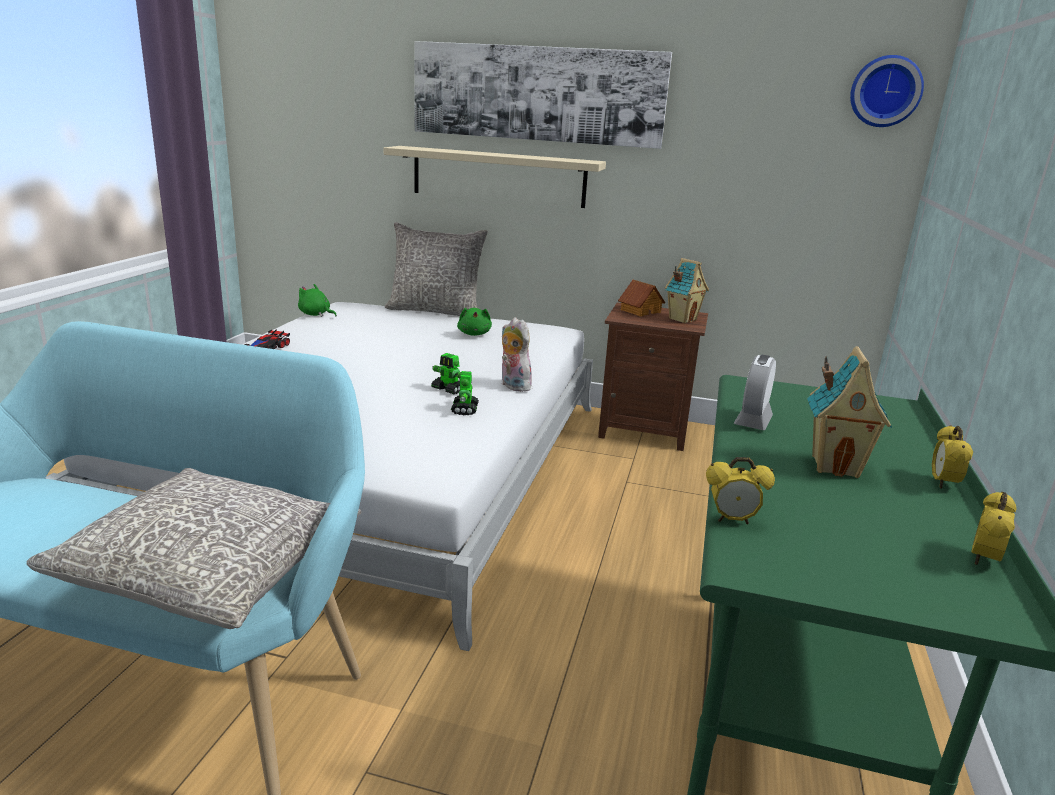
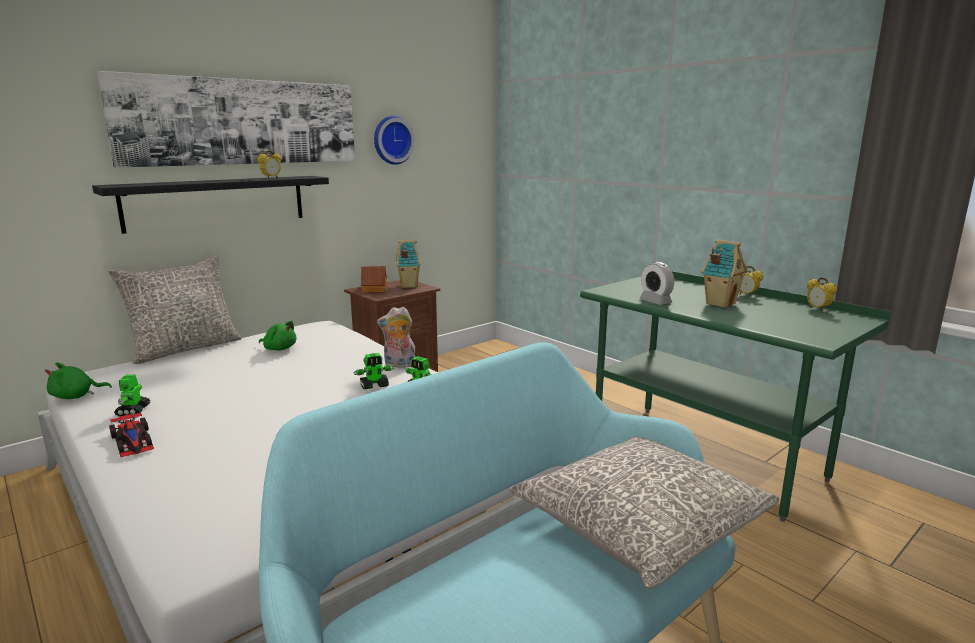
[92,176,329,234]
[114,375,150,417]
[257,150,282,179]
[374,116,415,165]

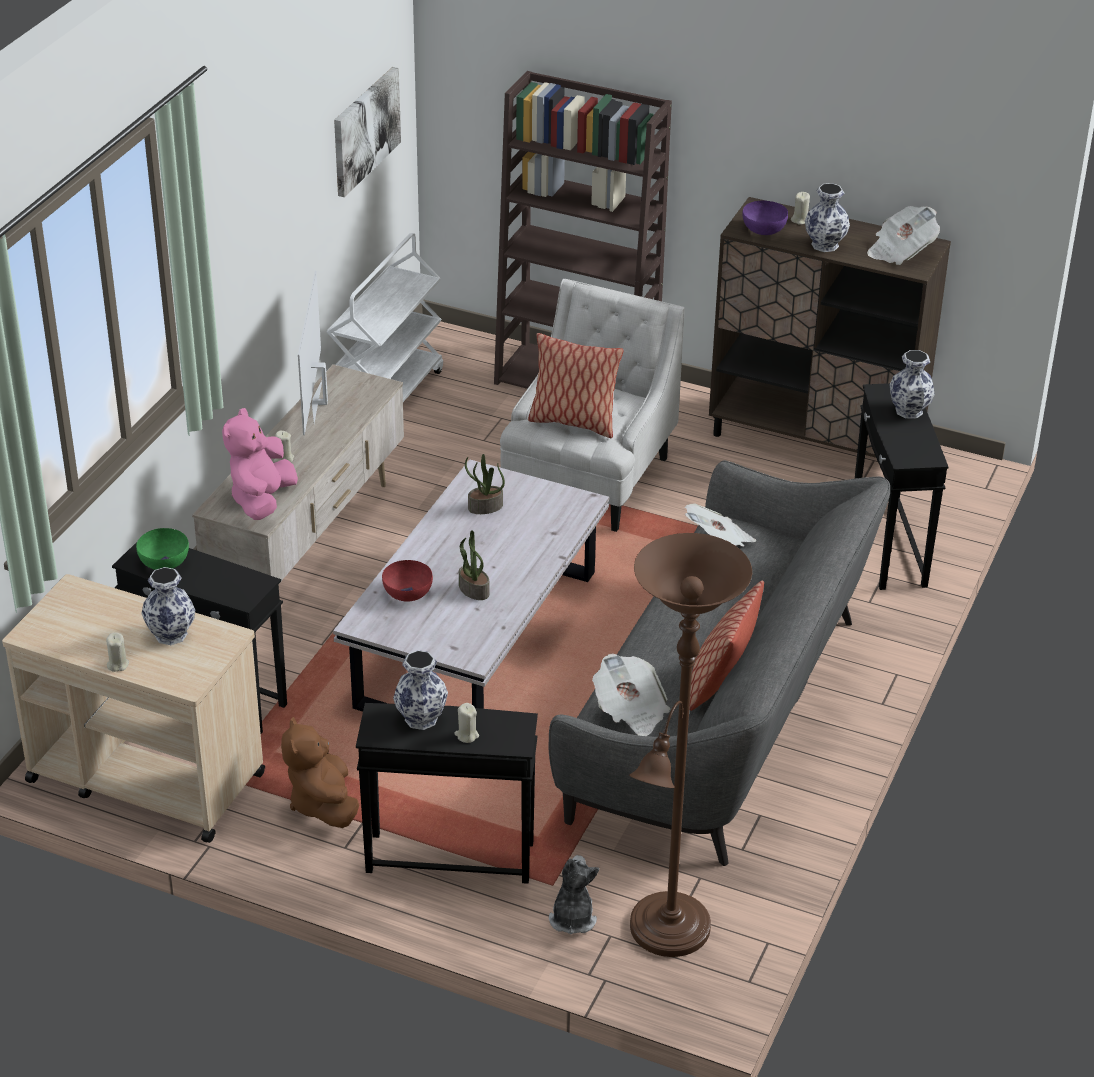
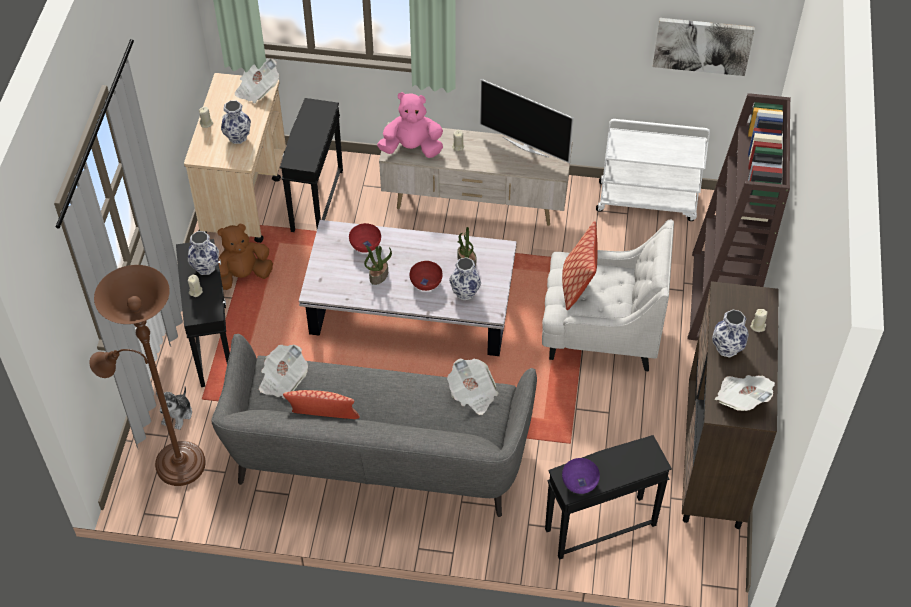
[156,386,192,430]
[235,58,279,103]
[410,261,443,291]
[449,257,481,300]
[480,79,574,163]
[562,458,600,494]
[136,528,189,570] (first image)

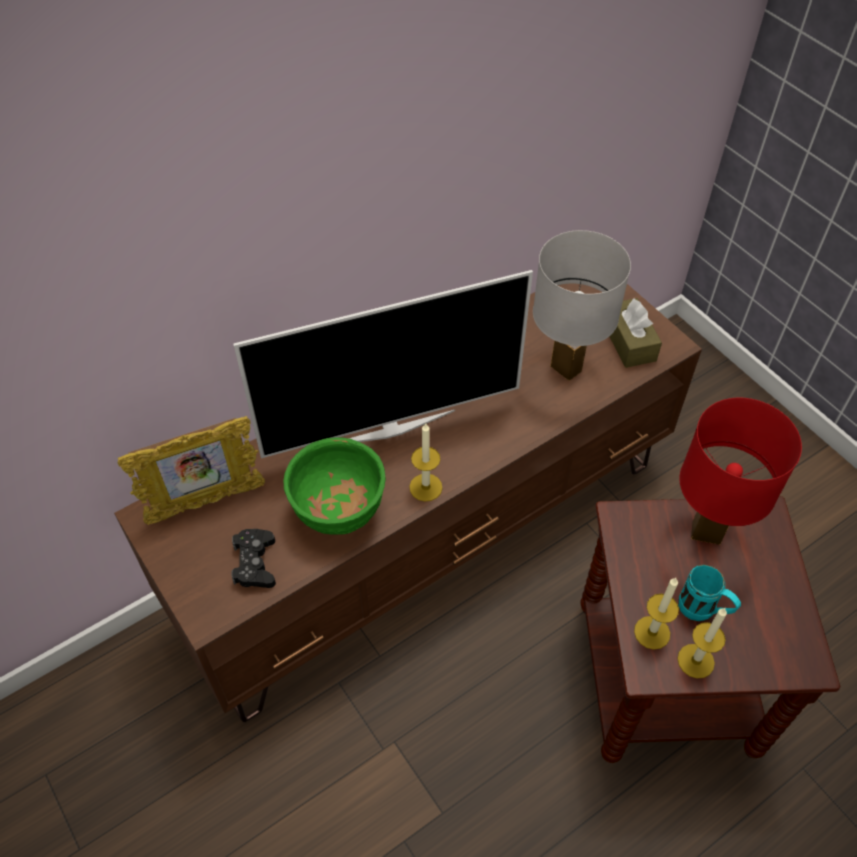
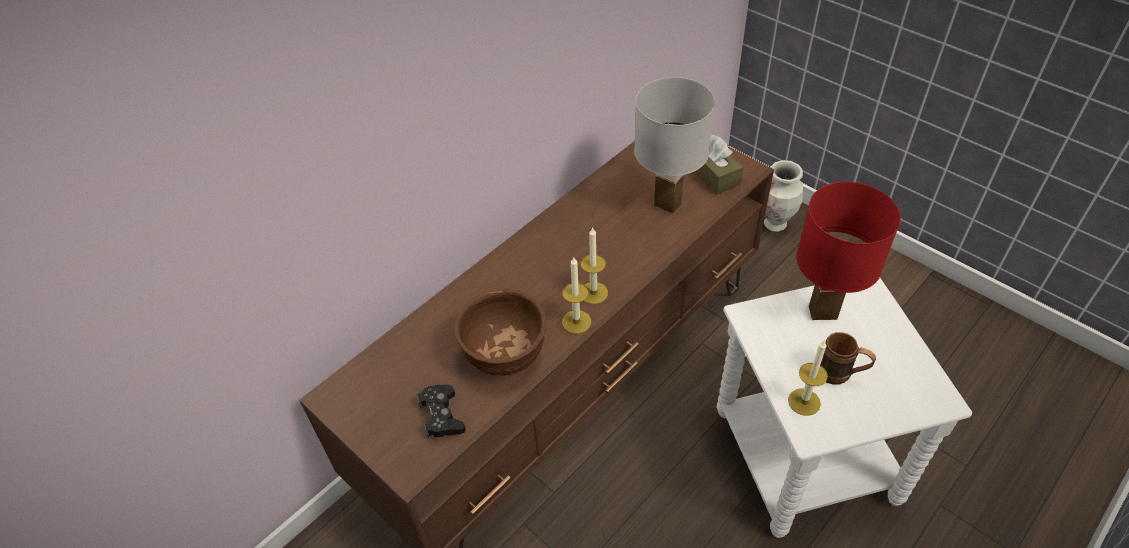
[454,289,547,376]
[580,227,608,304]
[717,278,972,538]
[764,160,803,232]
[820,332,876,385]
[118,416,265,525] (first image)
[233,270,533,458] (first image)

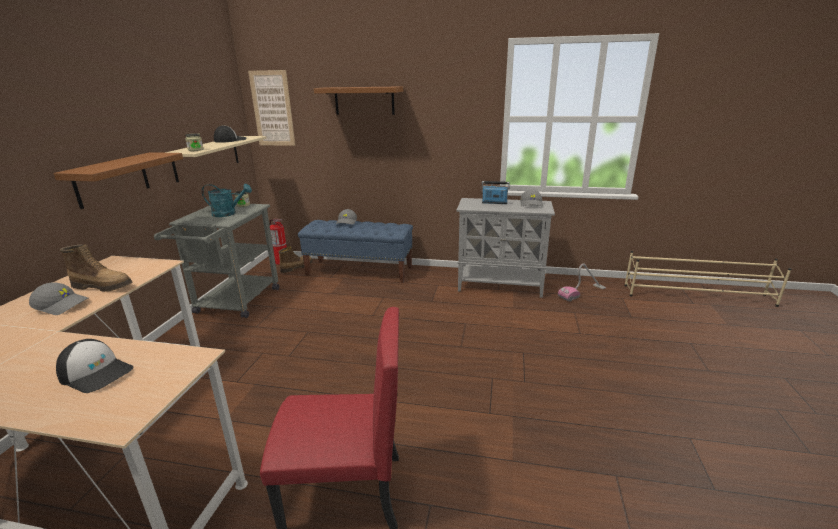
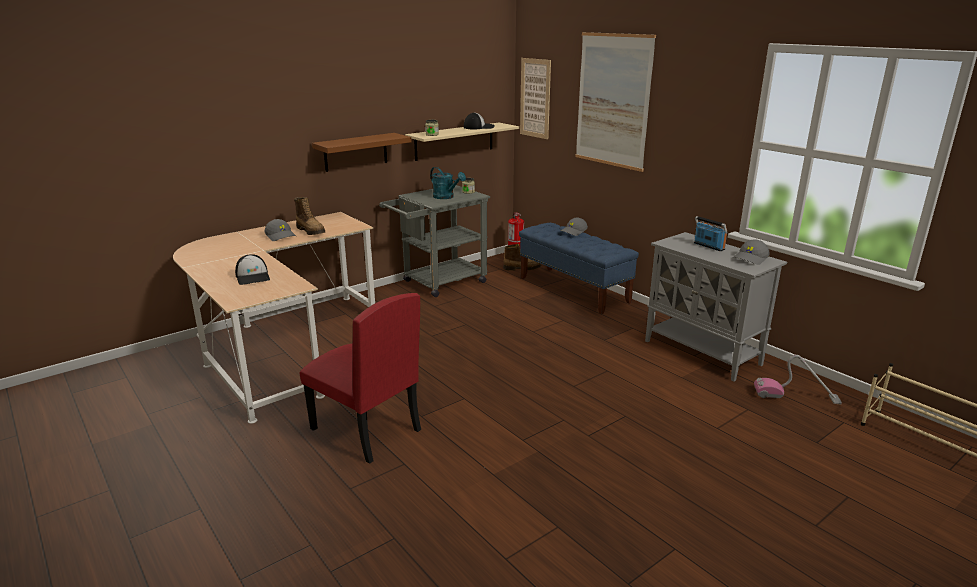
[575,32,656,172]

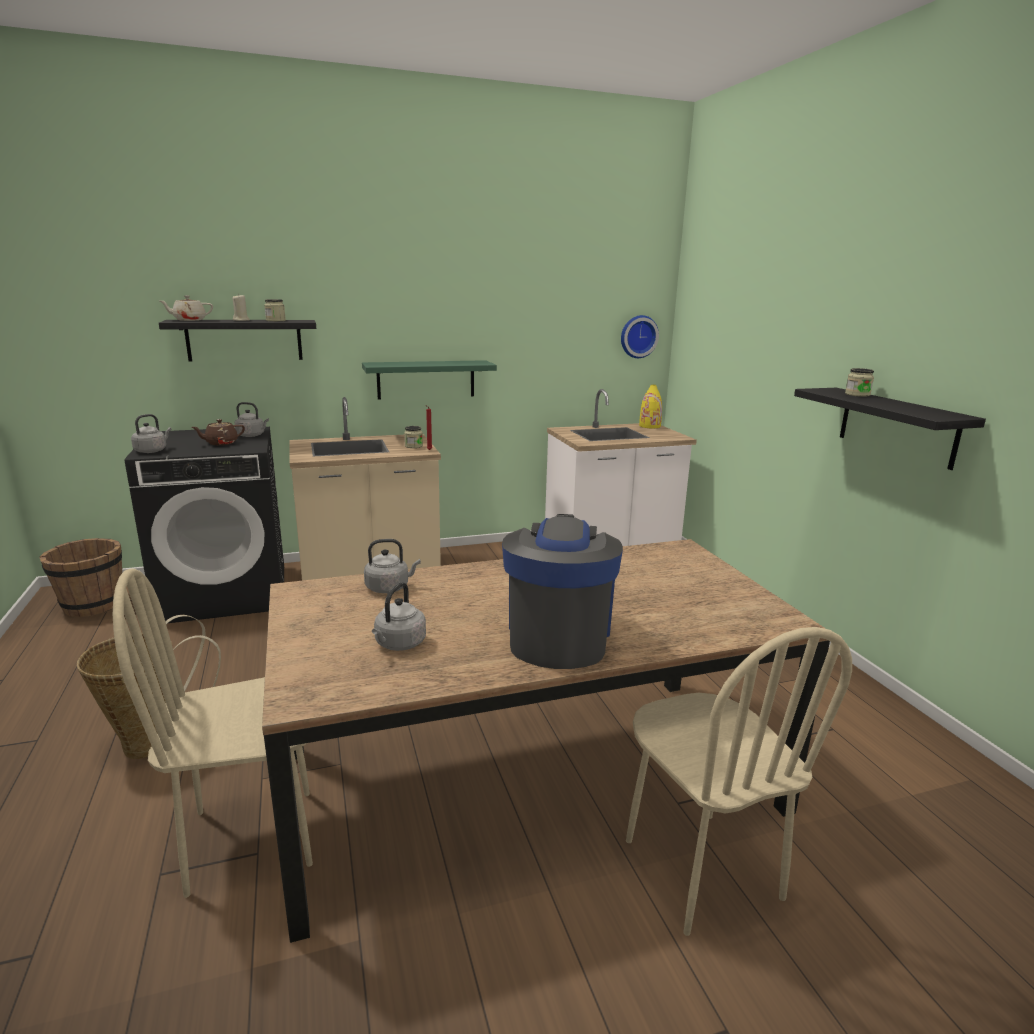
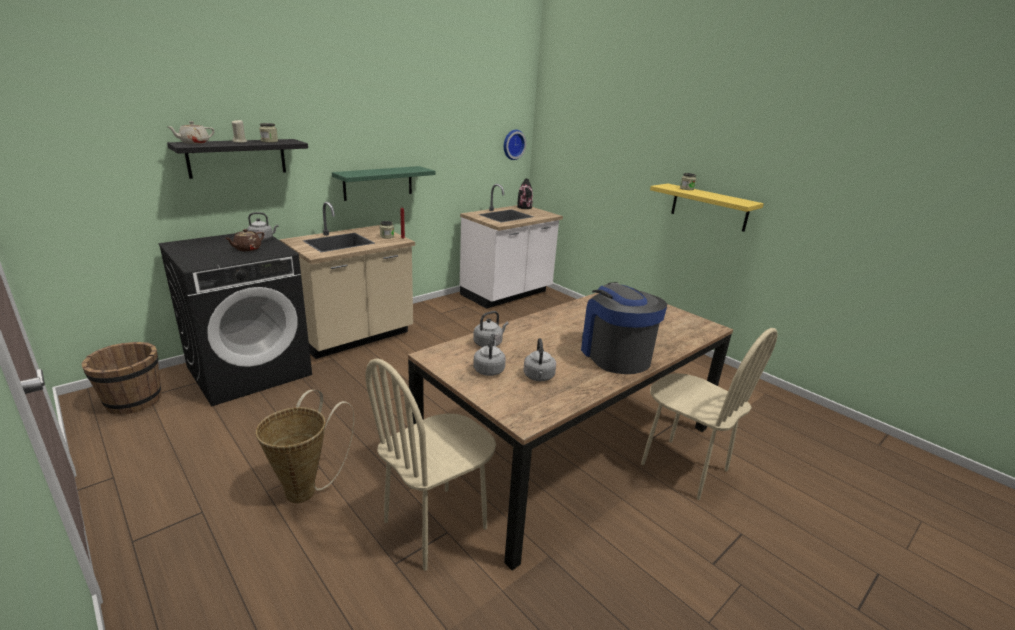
[473,333,506,376]
[517,179,533,209]
[650,184,764,232]

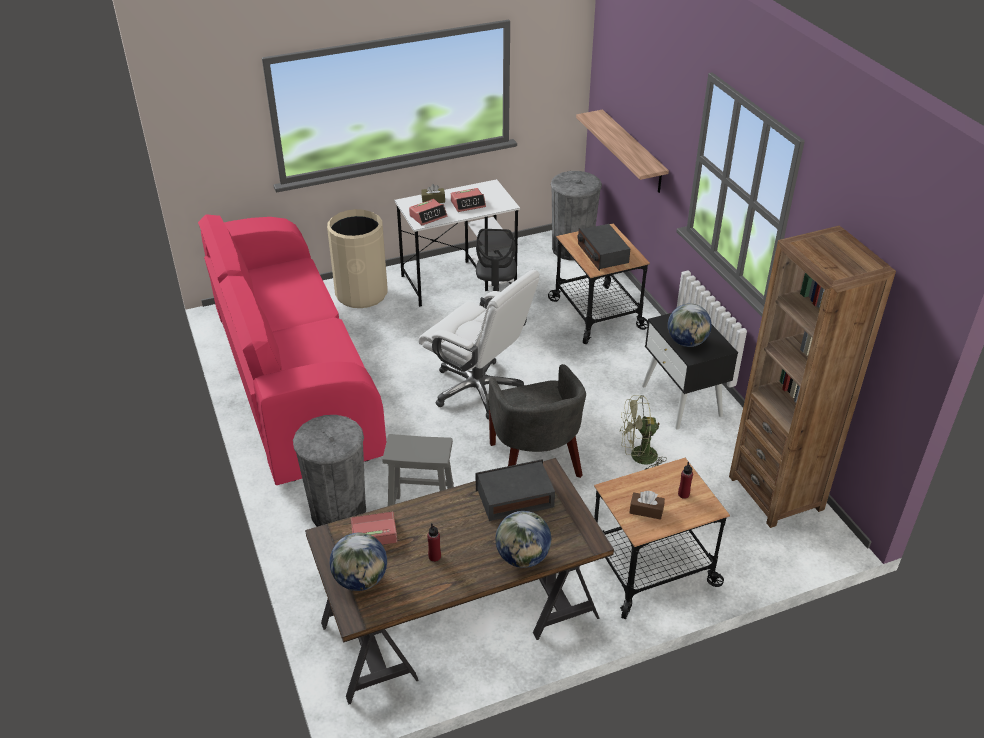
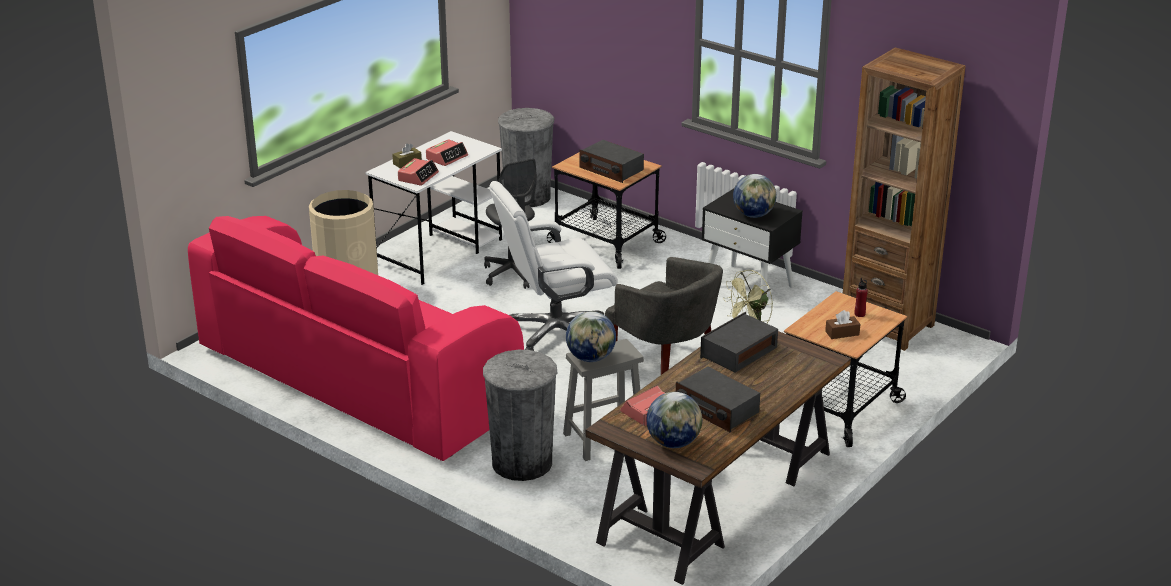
[490,181,618,351]
[566,311,616,362]
[676,366,760,432]
[576,110,669,193] (first image)

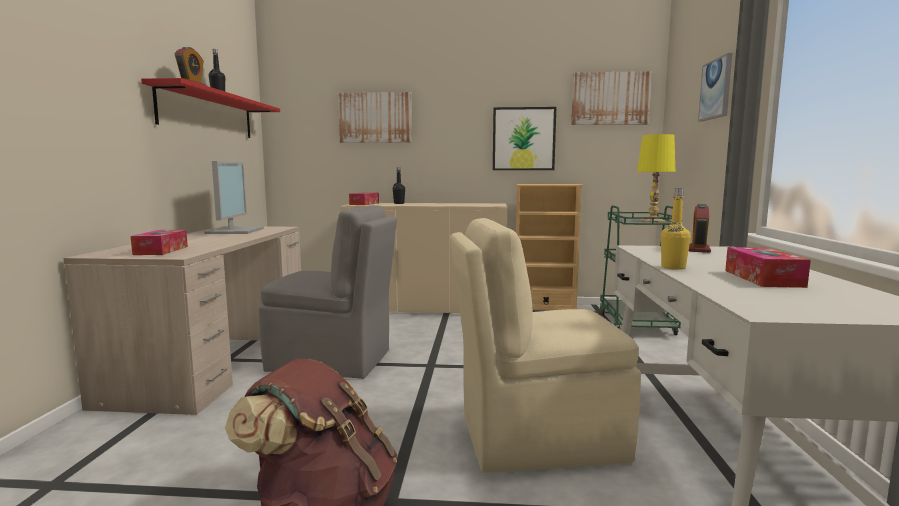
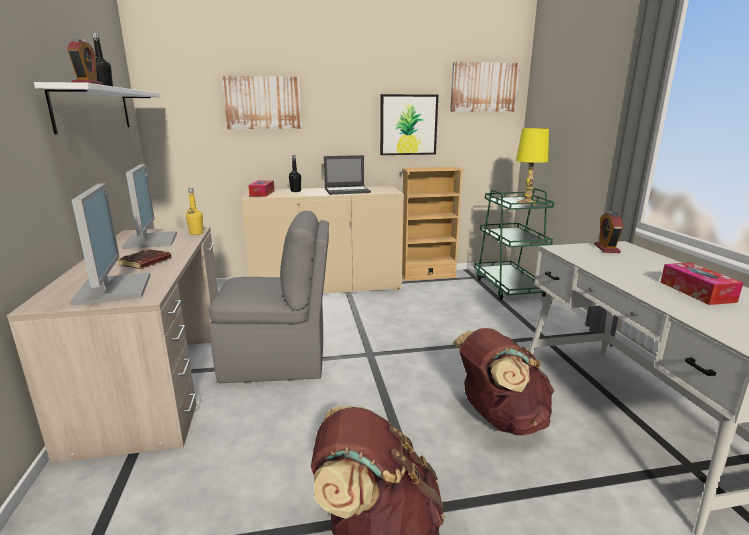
[34,82,160,134]
[70,183,151,306]
[118,249,171,269]
[186,188,203,235]
[324,155,371,195]
[452,328,555,435]
[698,53,732,122] (first image)

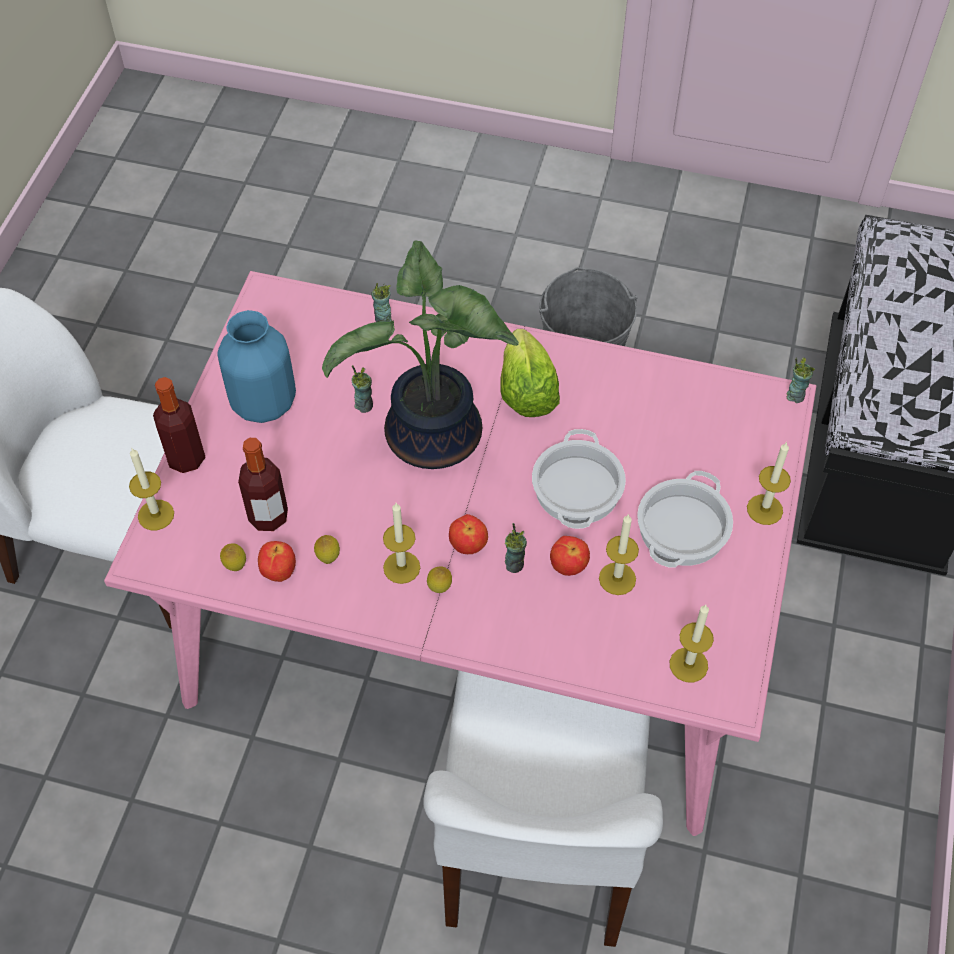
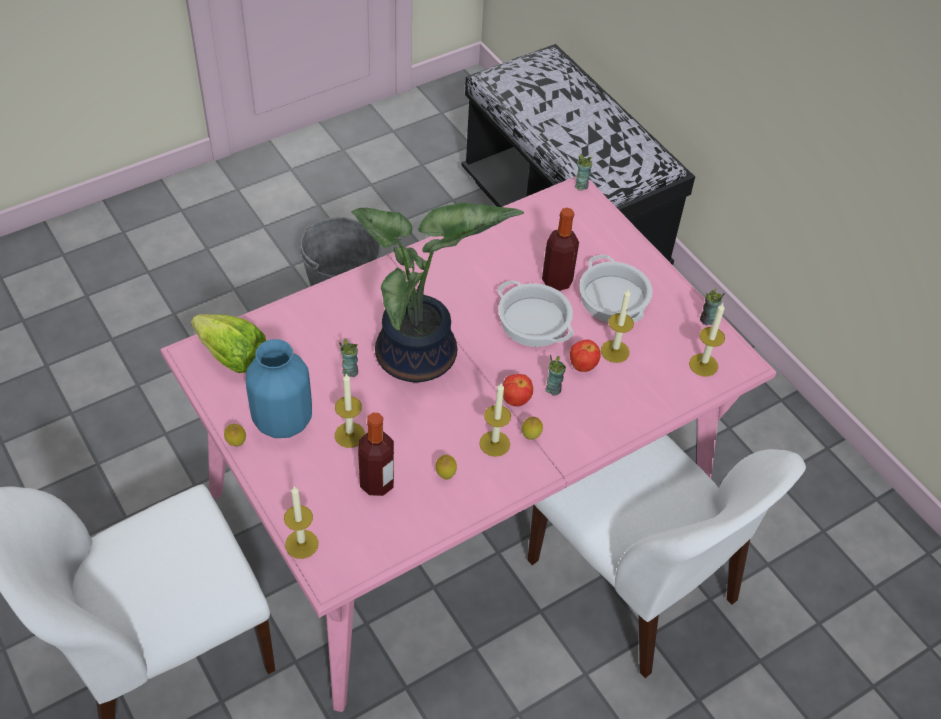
[191,314,266,373]
[224,424,246,446]
[335,374,365,448]
[542,208,579,291]
[700,288,725,325]
[258,541,296,582] (first image)

